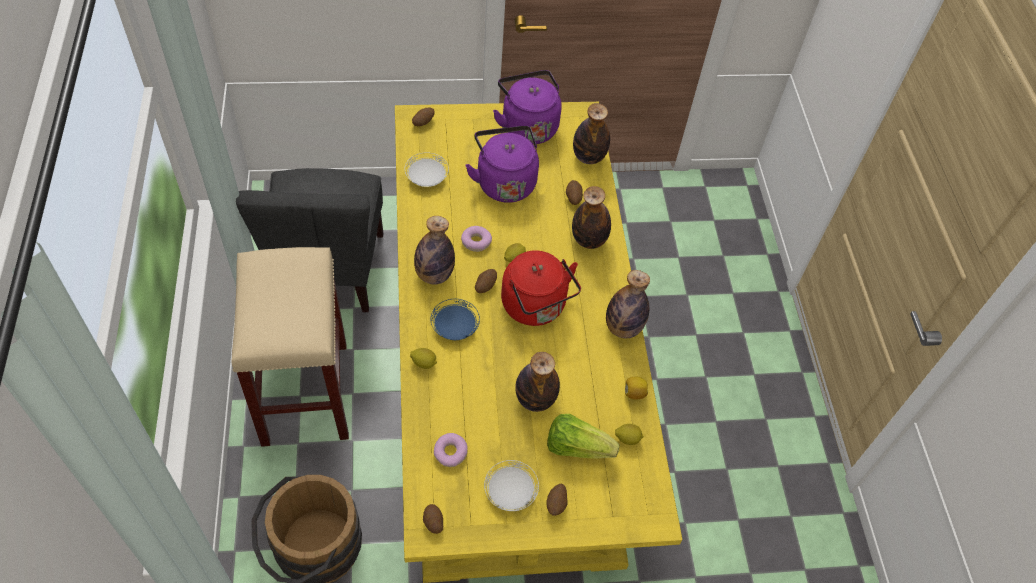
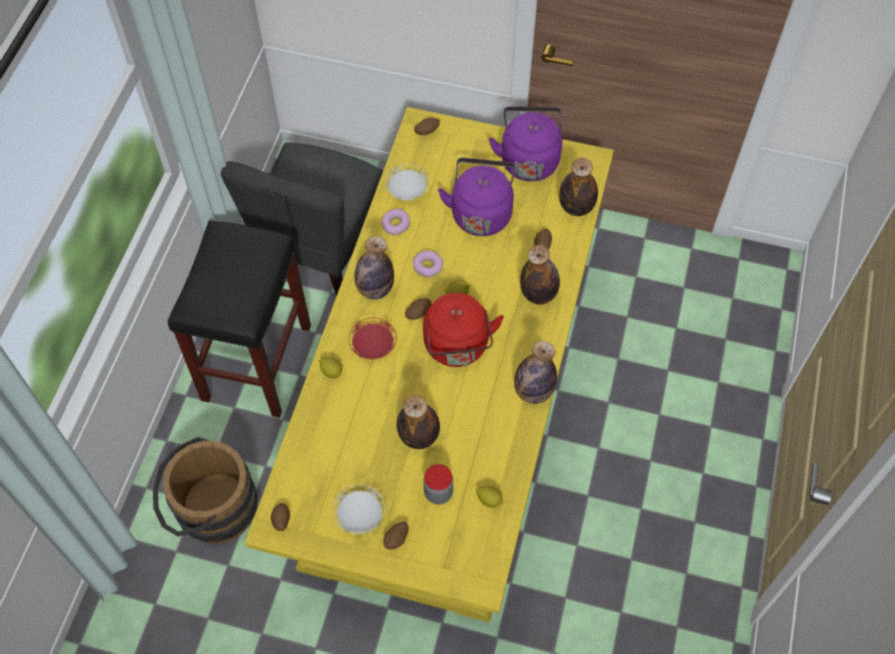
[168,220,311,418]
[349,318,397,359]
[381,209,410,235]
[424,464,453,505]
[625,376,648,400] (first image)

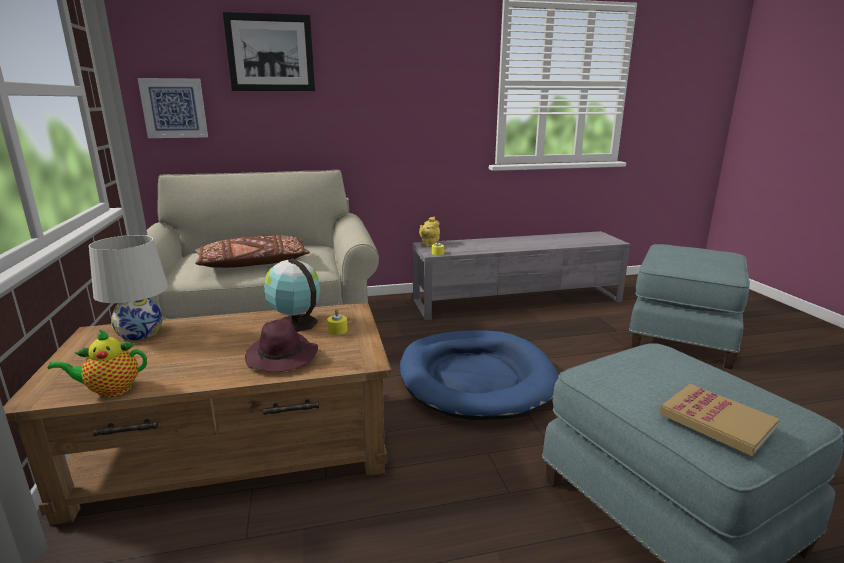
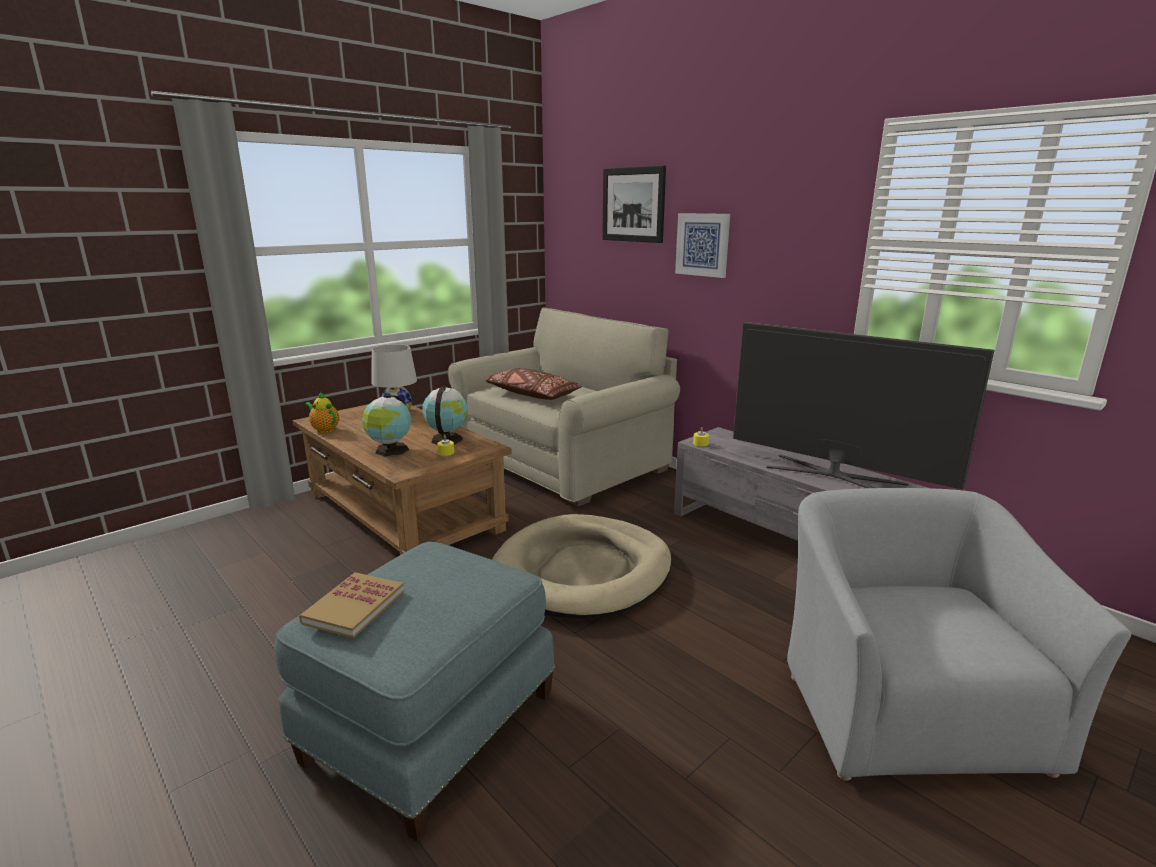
[362,395,411,456]
[492,514,672,618]
[675,213,730,278]
[733,322,995,489]
[787,488,1131,781]
[419,216,440,247] (first image)

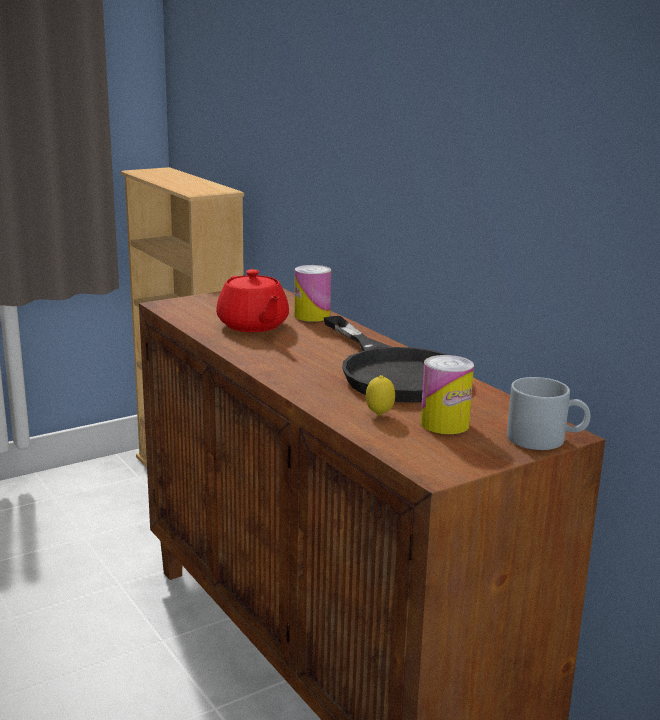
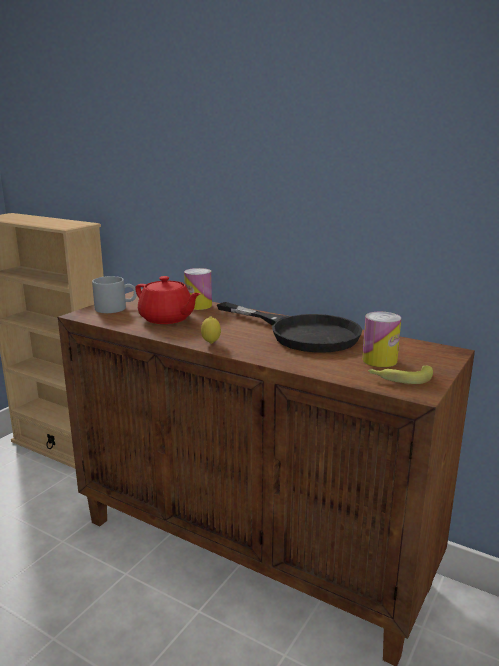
[92,276,137,313]
[201,317,221,344]
[368,366,433,384]

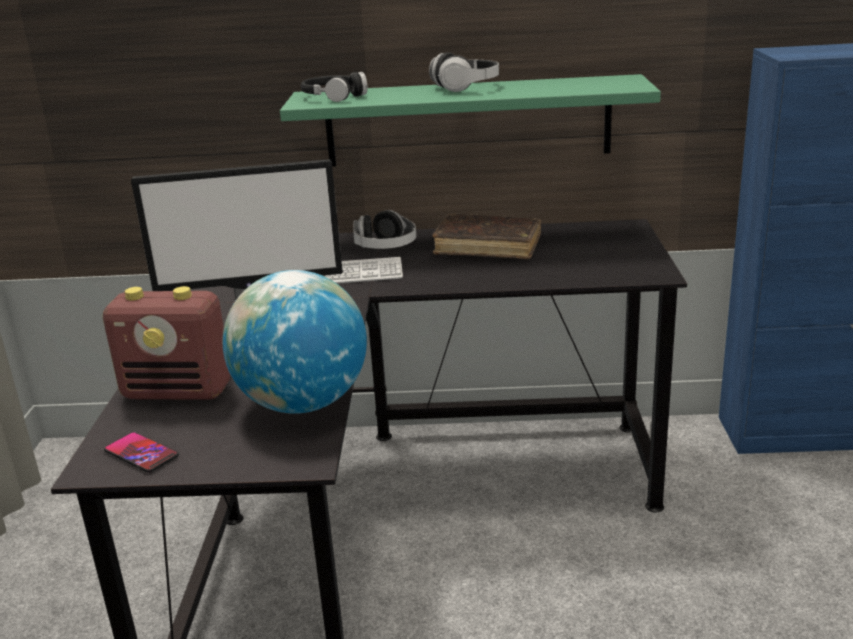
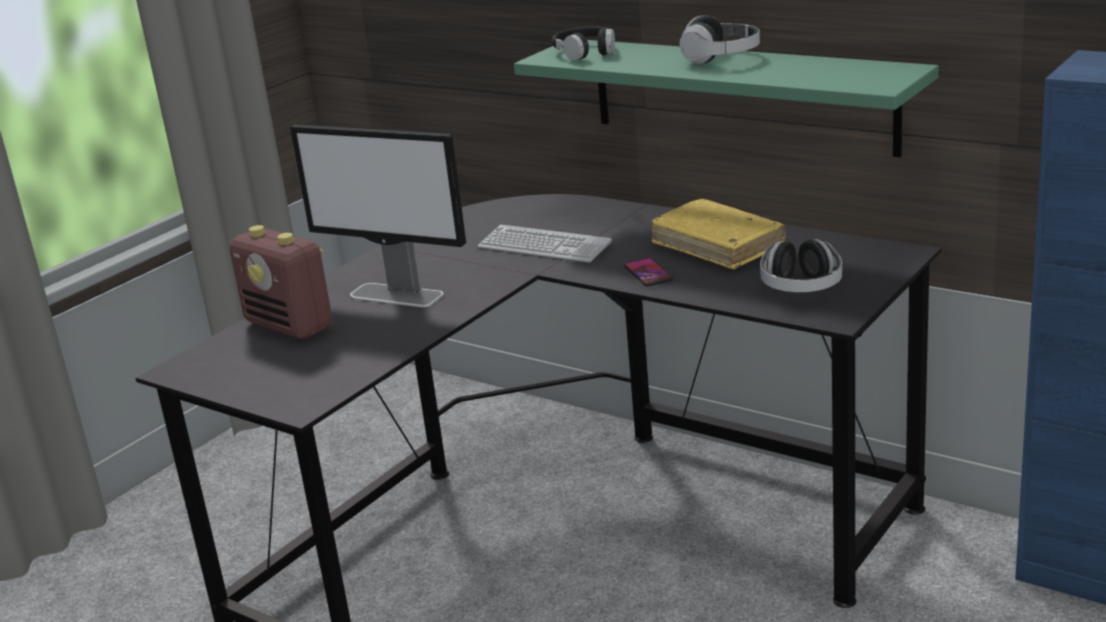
[624,258,673,286]
[651,199,786,269]
[760,239,842,292]
[222,270,367,414] (first image)

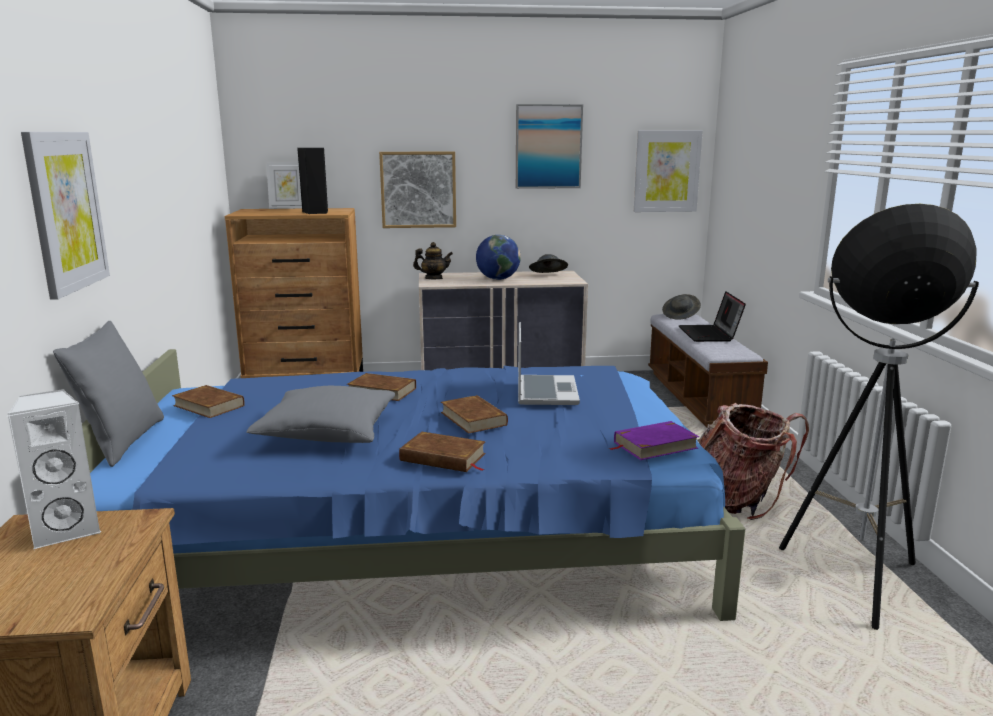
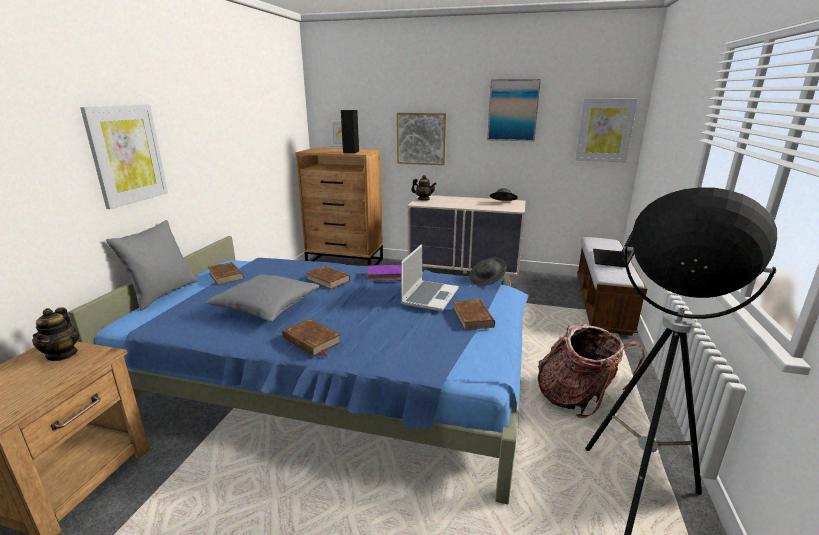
[32,308,79,361]
[361,265,401,281]
[453,300,495,330]
[469,257,507,286]
[476,235,521,280] (first image)

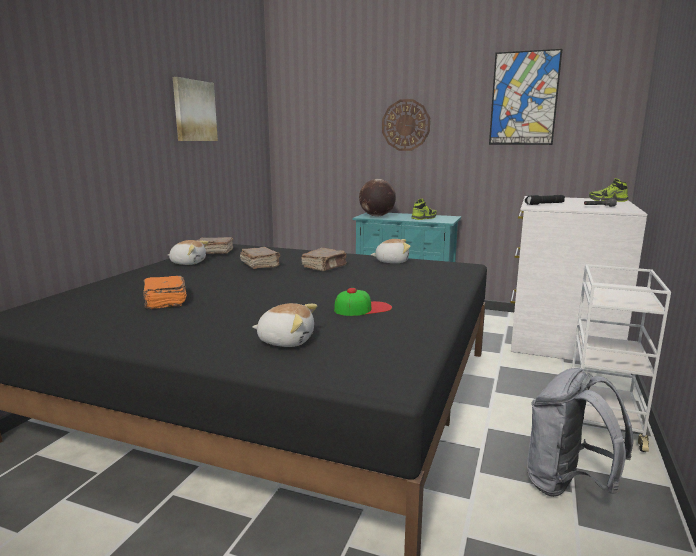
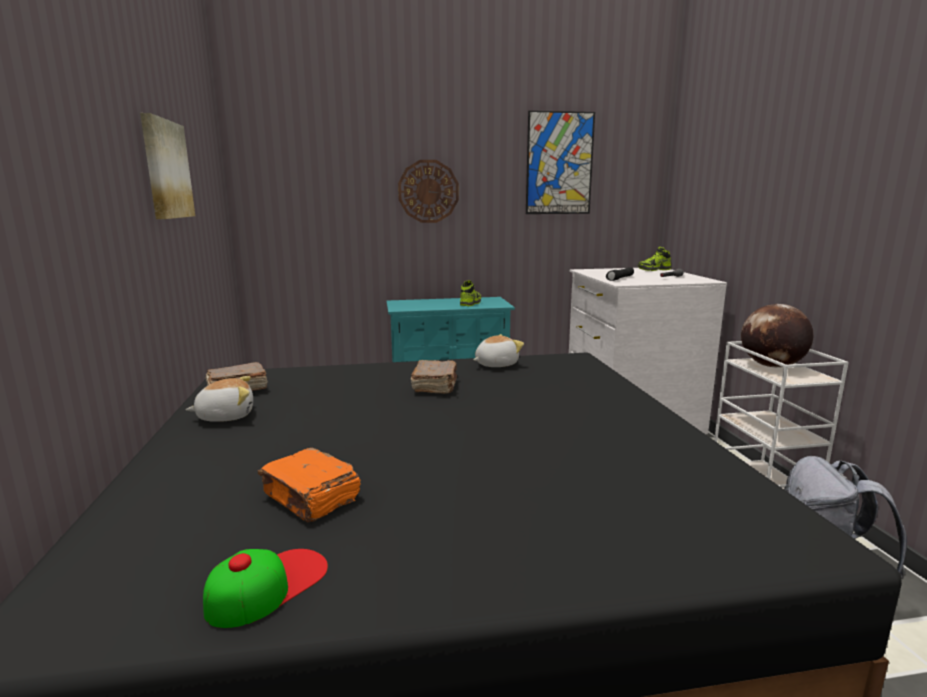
[203,549,328,628]
[741,304,814,367]
[240,247,281,269] (first image)
[252,303,317,347] (first image)

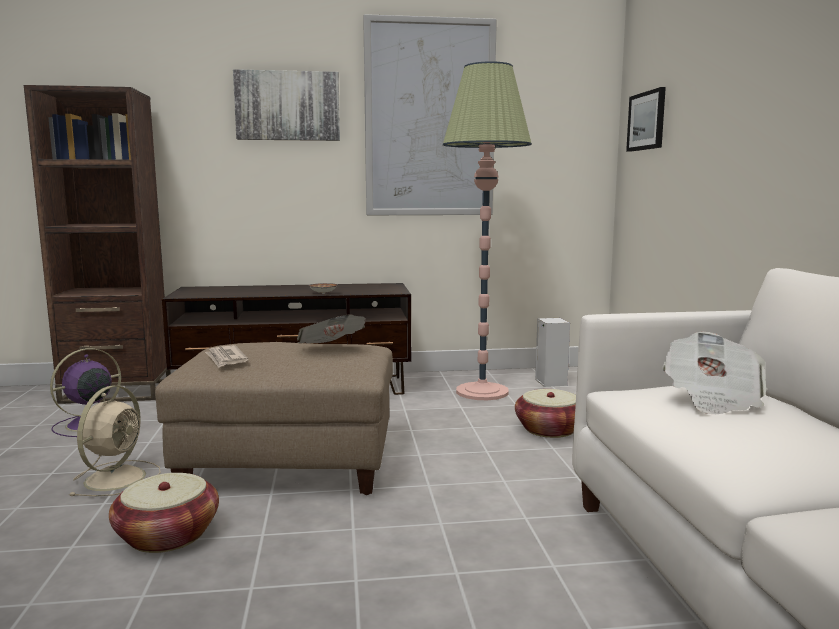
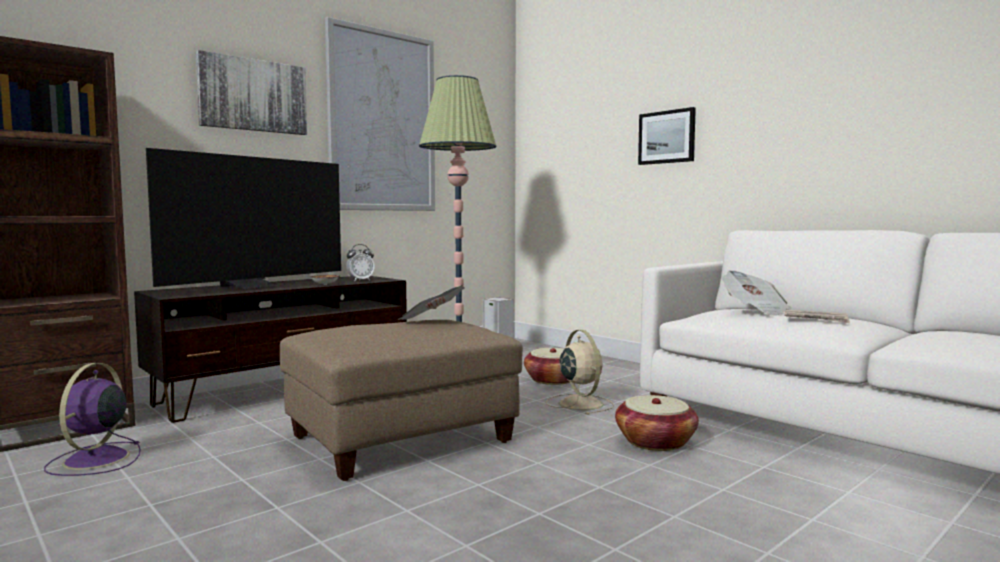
[146,148,341,289]
[346,244,375,281]
[546,330,614,415]
[615,395,699,451]
[638,107,696,165]
[784,310,850,323]

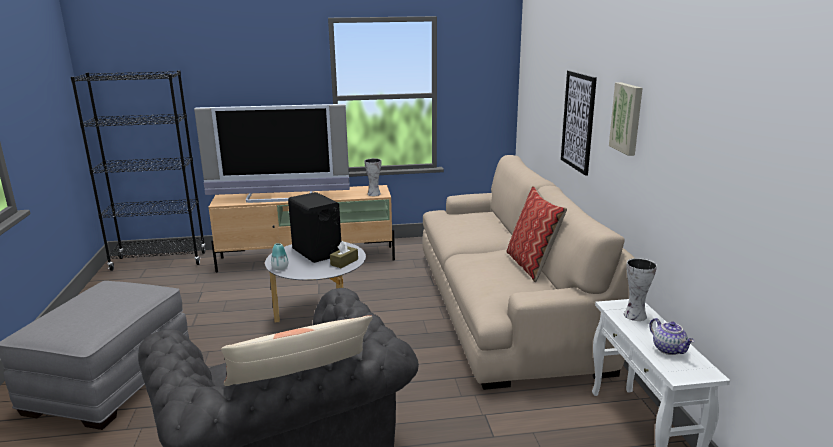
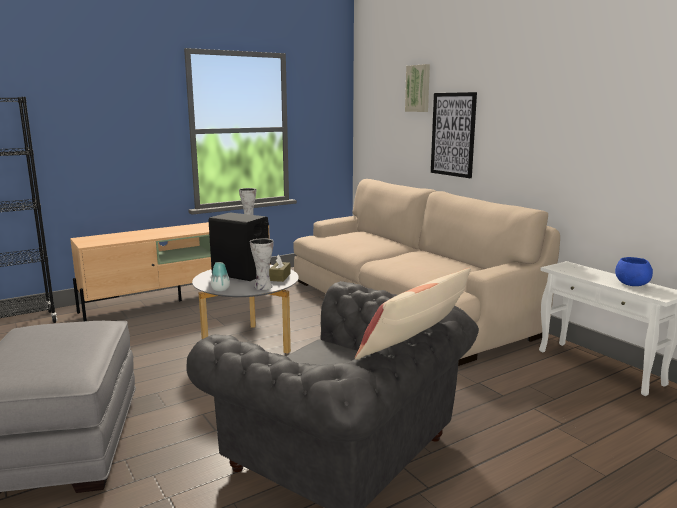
[250,238,274,290]
[405,64,430,112]
[615,257,653,286]
[194,104,350,203] (first image)
[506,186,567,282] (first image)

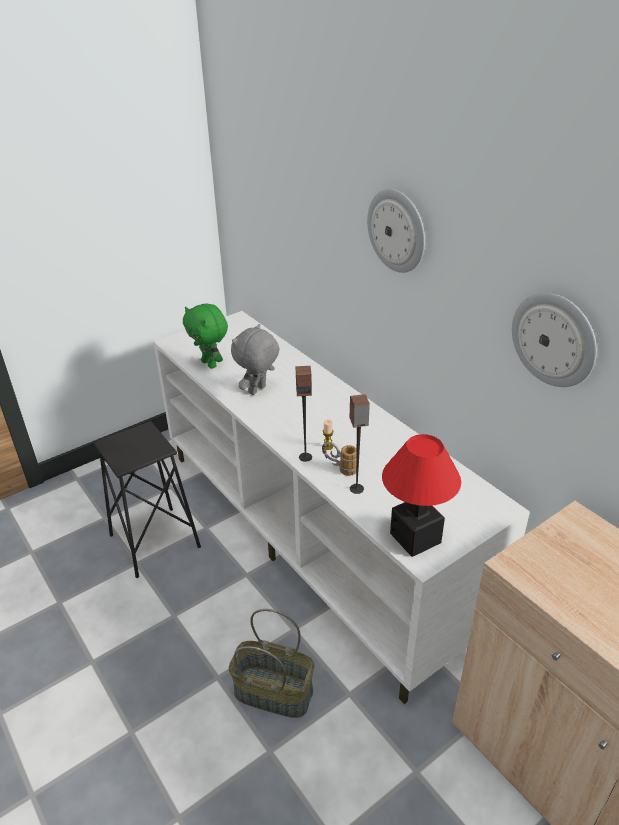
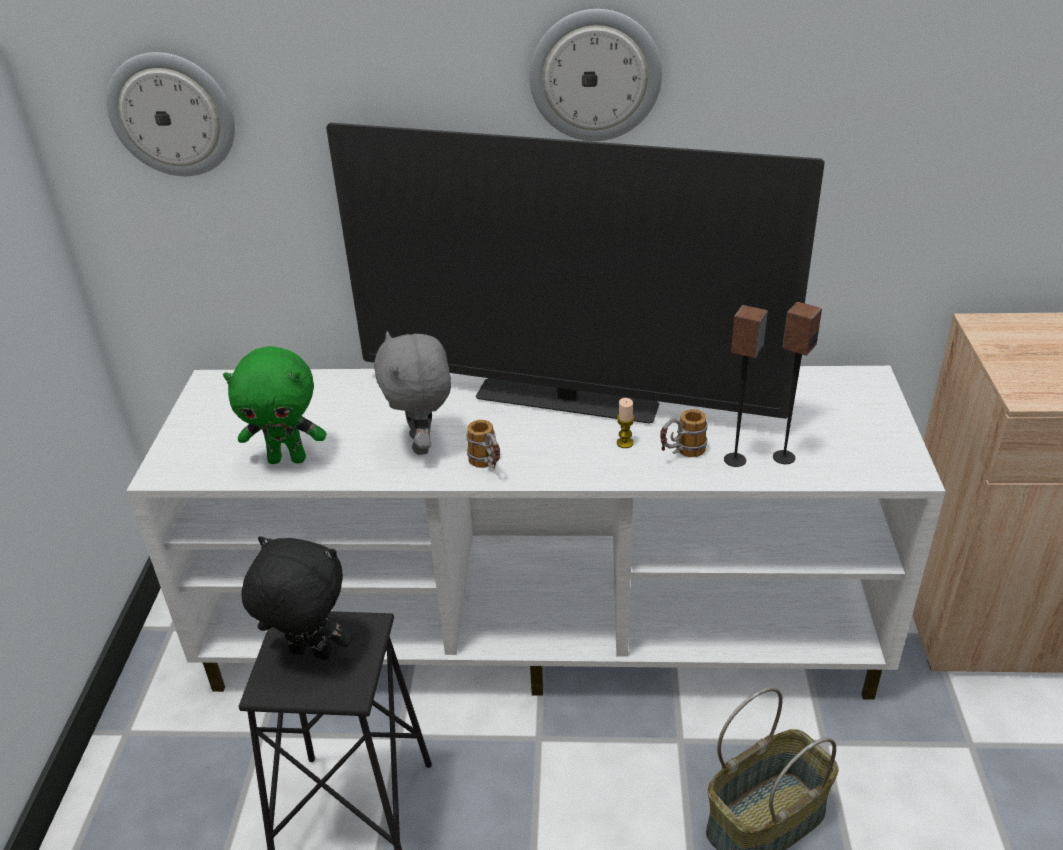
[106,52,235,176]
[241,536,353,660]
[326,123,825,424]
[466,420,500,469]
[773,302,822,464]
[382,434,461,557] (first image)

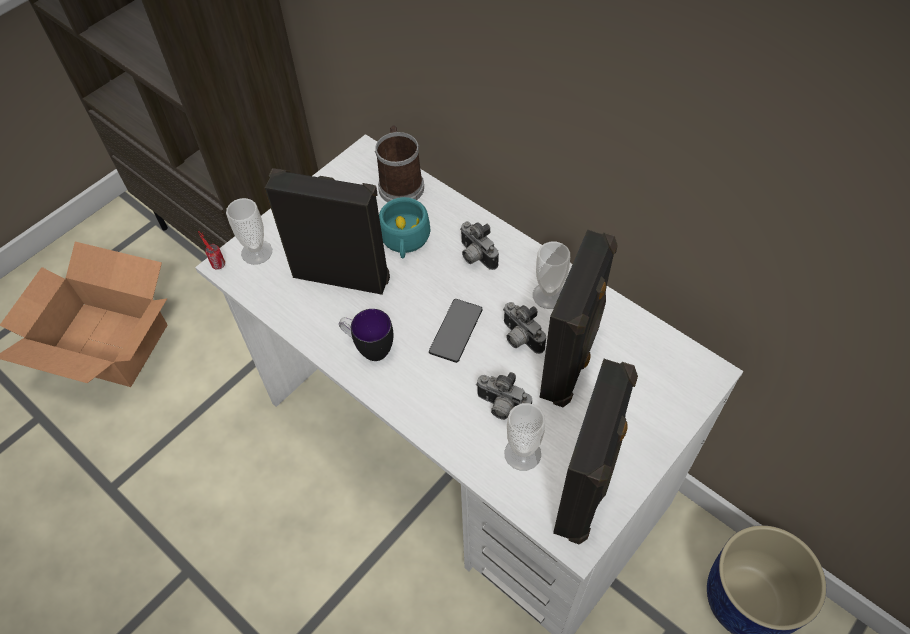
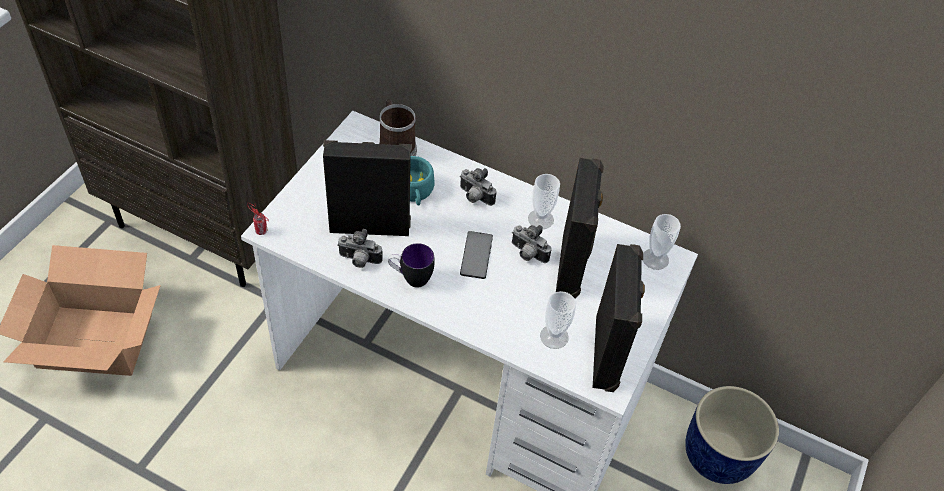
[337,229,383,268]
[643,214,681,270]

